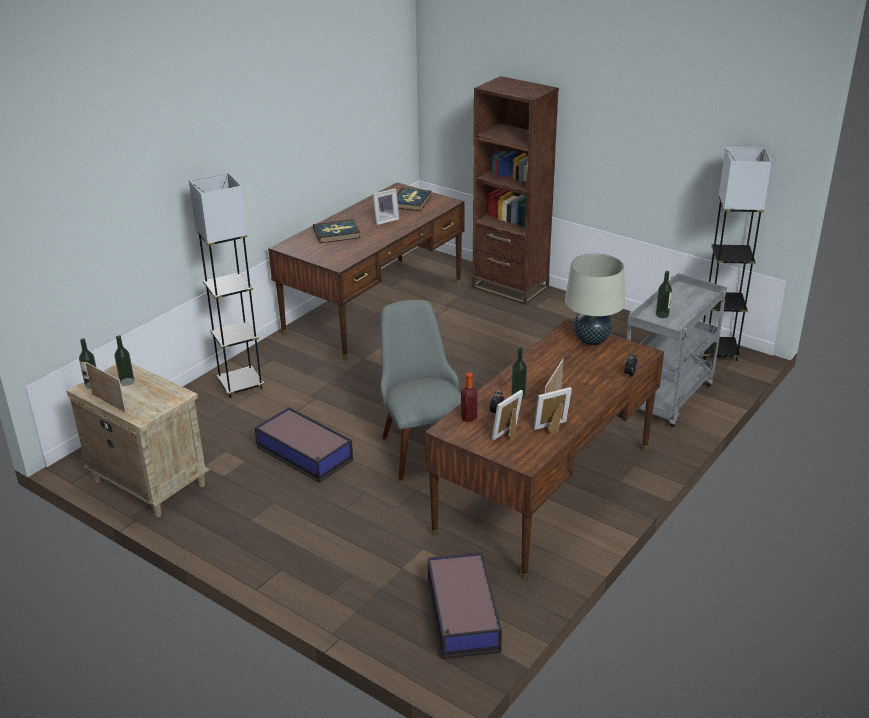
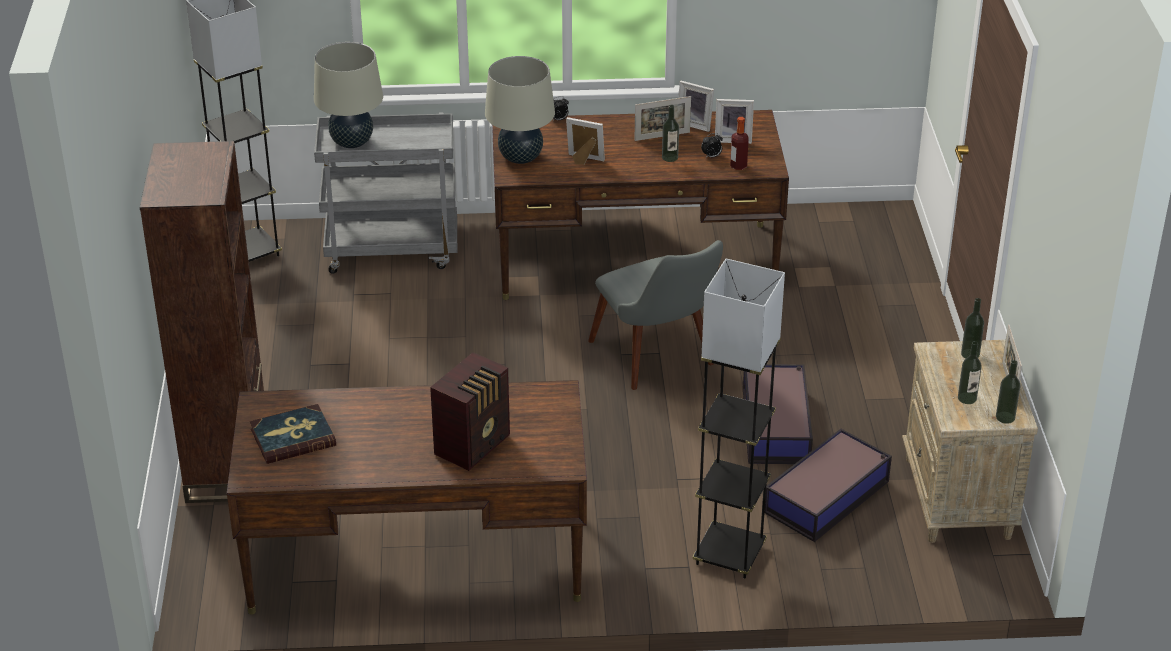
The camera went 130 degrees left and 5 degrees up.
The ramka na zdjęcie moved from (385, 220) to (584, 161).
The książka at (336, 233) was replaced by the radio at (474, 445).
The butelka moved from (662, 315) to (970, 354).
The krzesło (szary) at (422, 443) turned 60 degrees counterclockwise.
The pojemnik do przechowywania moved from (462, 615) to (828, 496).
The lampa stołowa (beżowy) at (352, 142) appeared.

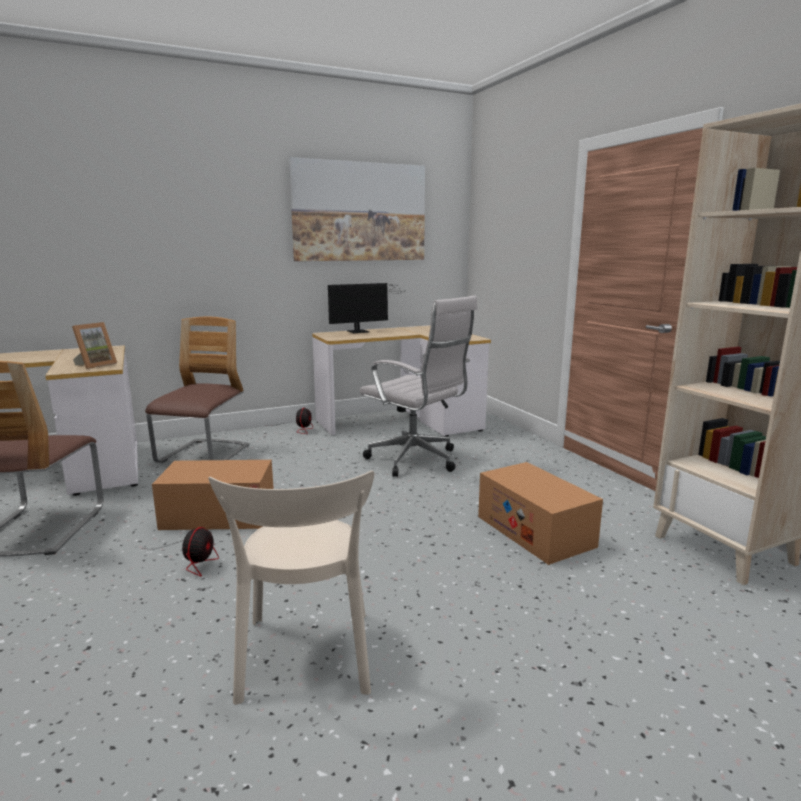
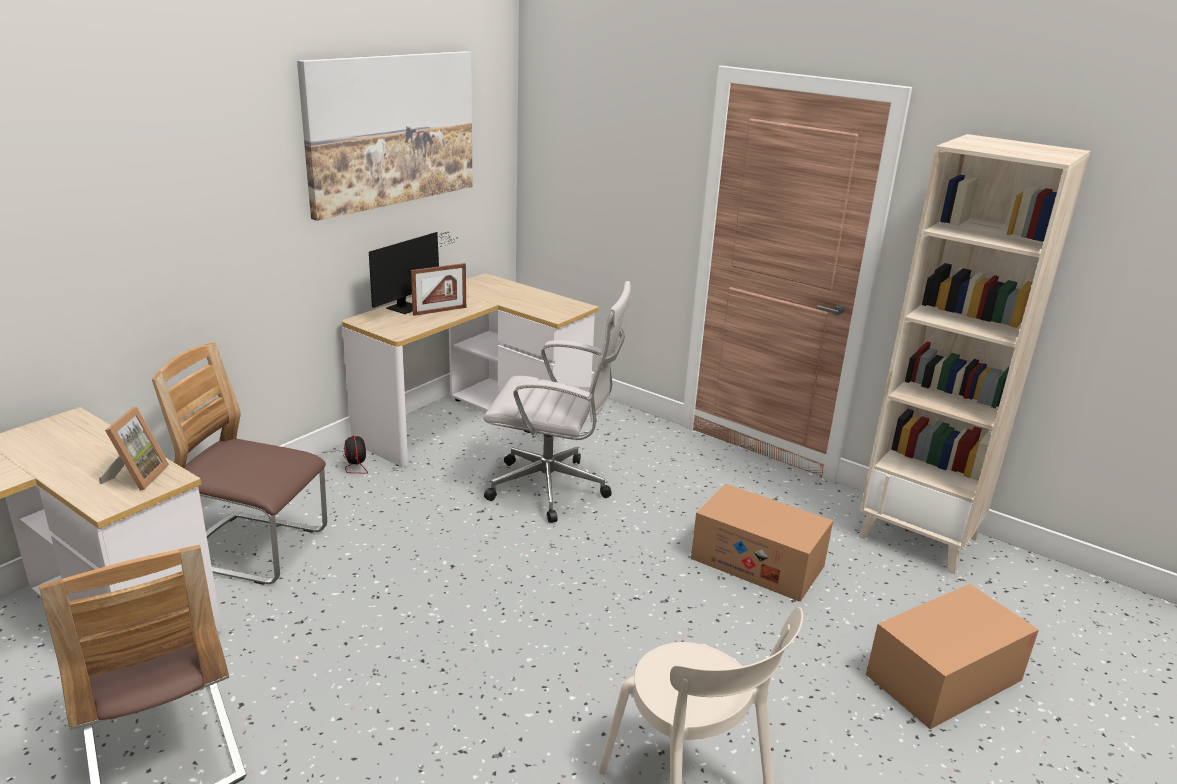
The camera went 30 degrees left and 10 degrees up.
The krzesło at (204, 455) turned 60 degrees counterclockwise.
The karton moved from (219, 515) to (944, 677).
The wentylator at (195, 559) disappeared.
The ramka na zdjęcie at (439, 311) appeared.

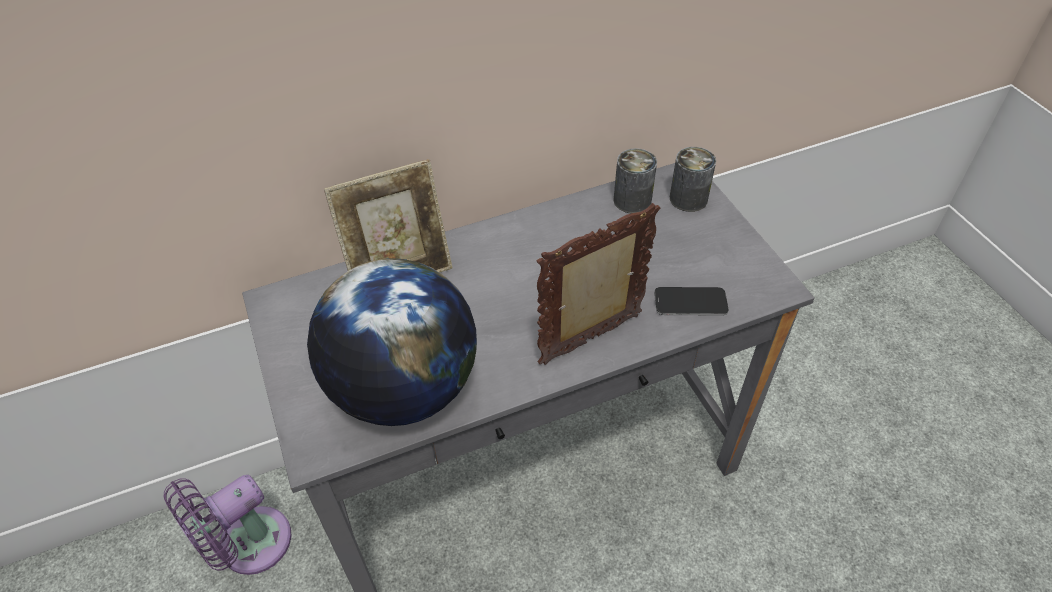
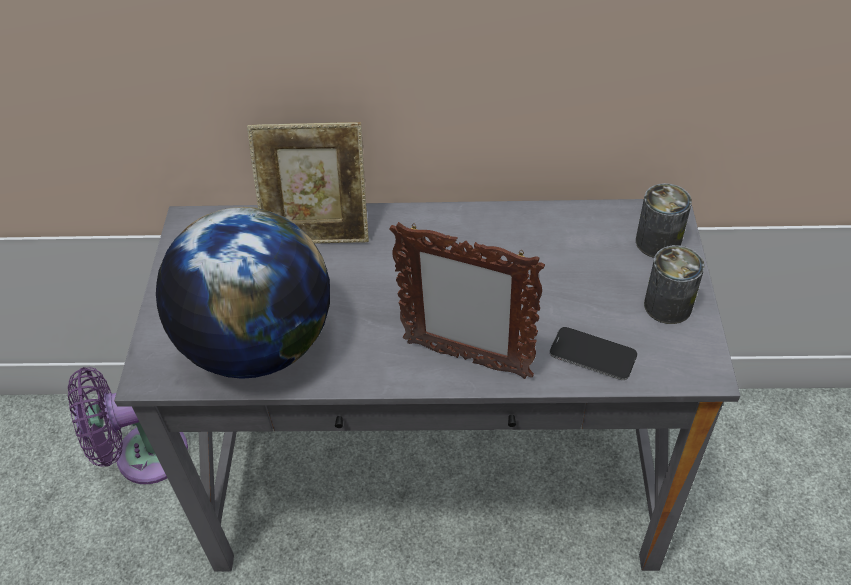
The camera went 25 degrees right and 0 degrees up.
The puszka moved from (632, 200) to (667, 305).
The ramka na zdjęcie at (592, 340) turned 150 degrees counterclockwise.

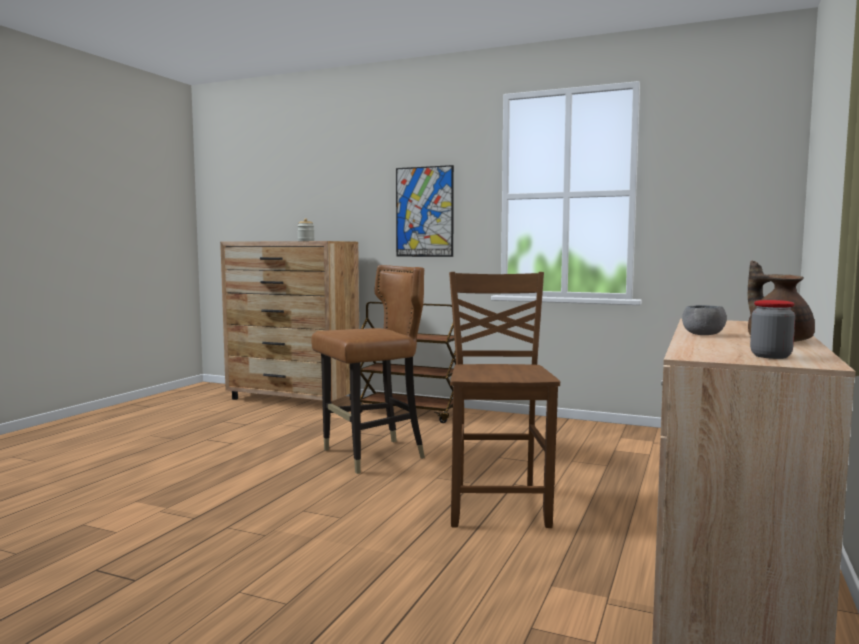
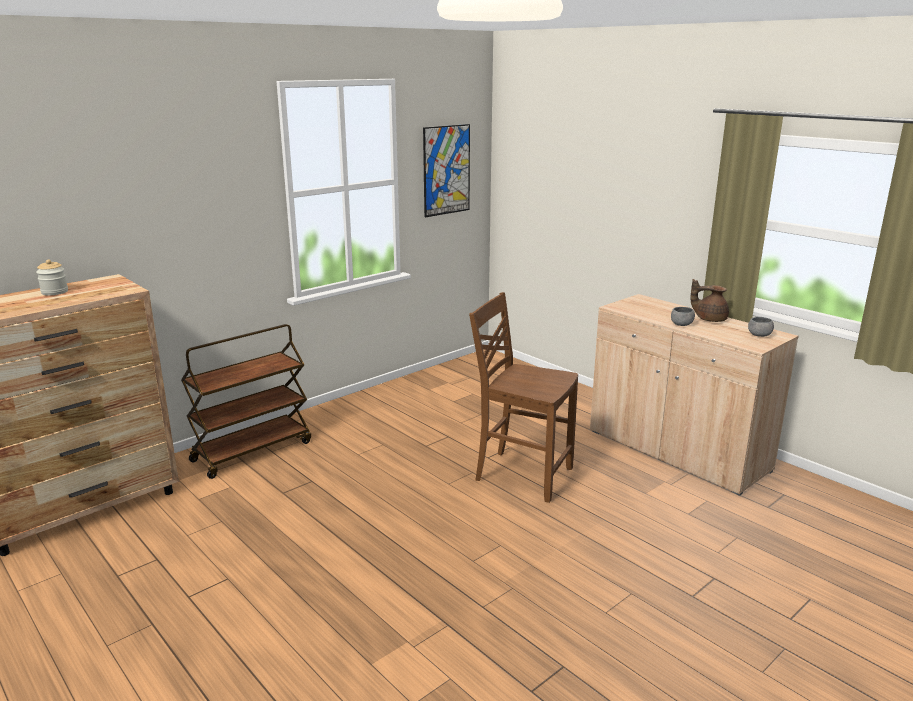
The camera went 65 degrees left and 15 degrees up.
The obraz moved from (424, 212) to (446, 170).
The krzesło (brązowy) at (372, 456) disappeared.
The słoik at (770, 356) was replaced by the miska (szary) at (759, 335).

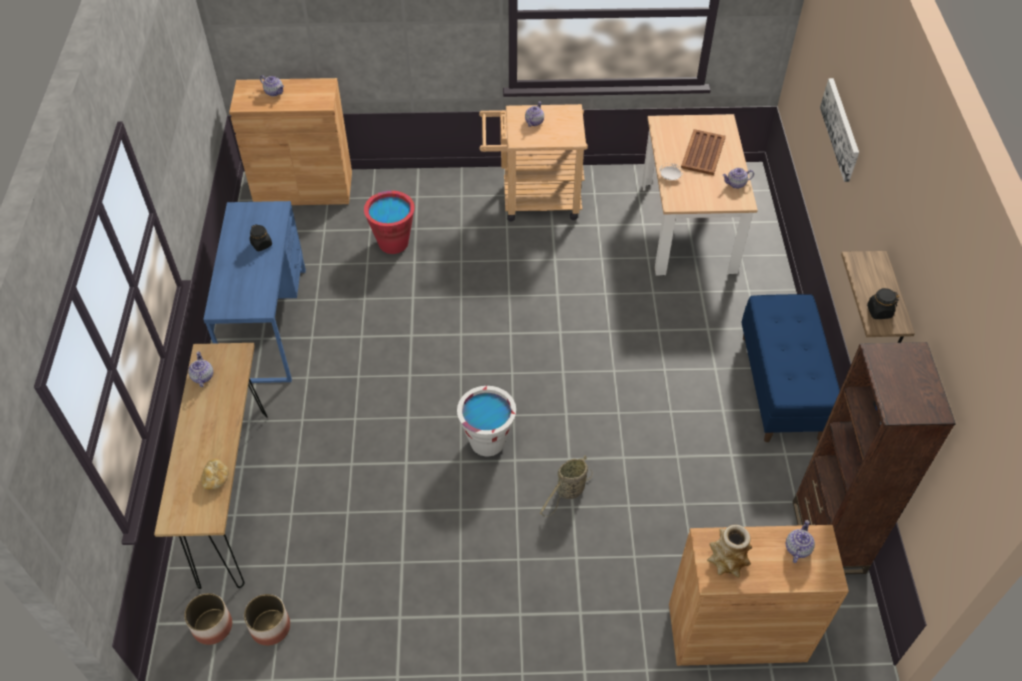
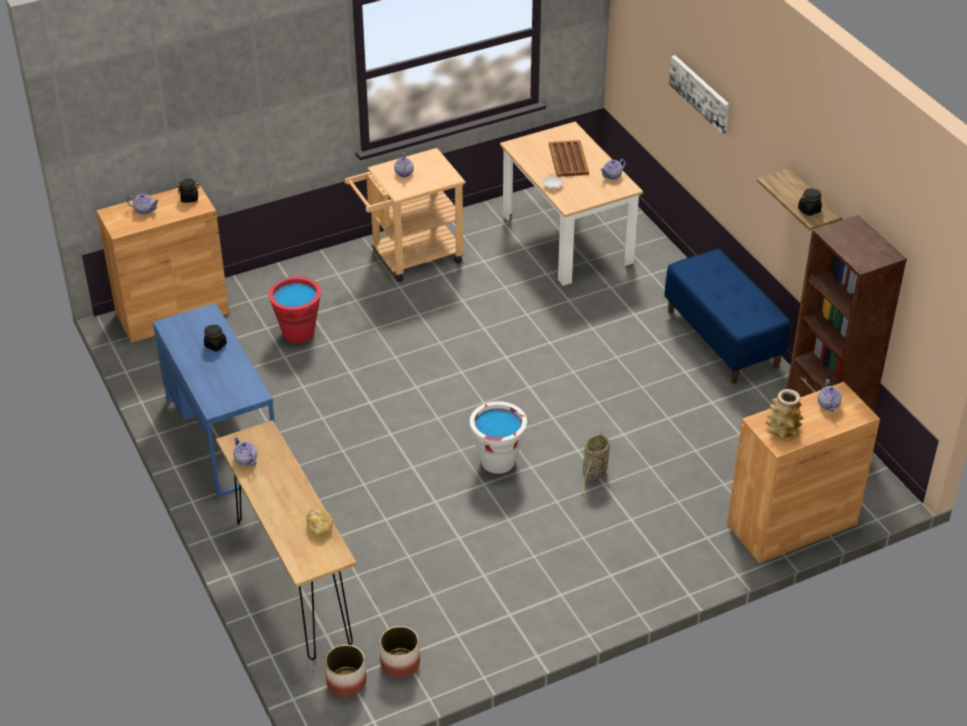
The camera went 25 degrees left and 10 degrees down.
The słoik (czarny) at (190, 198) appeared.

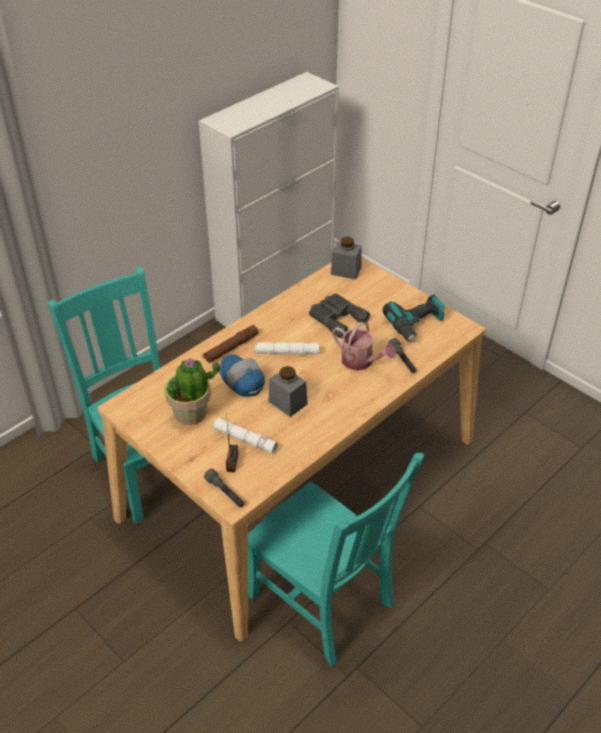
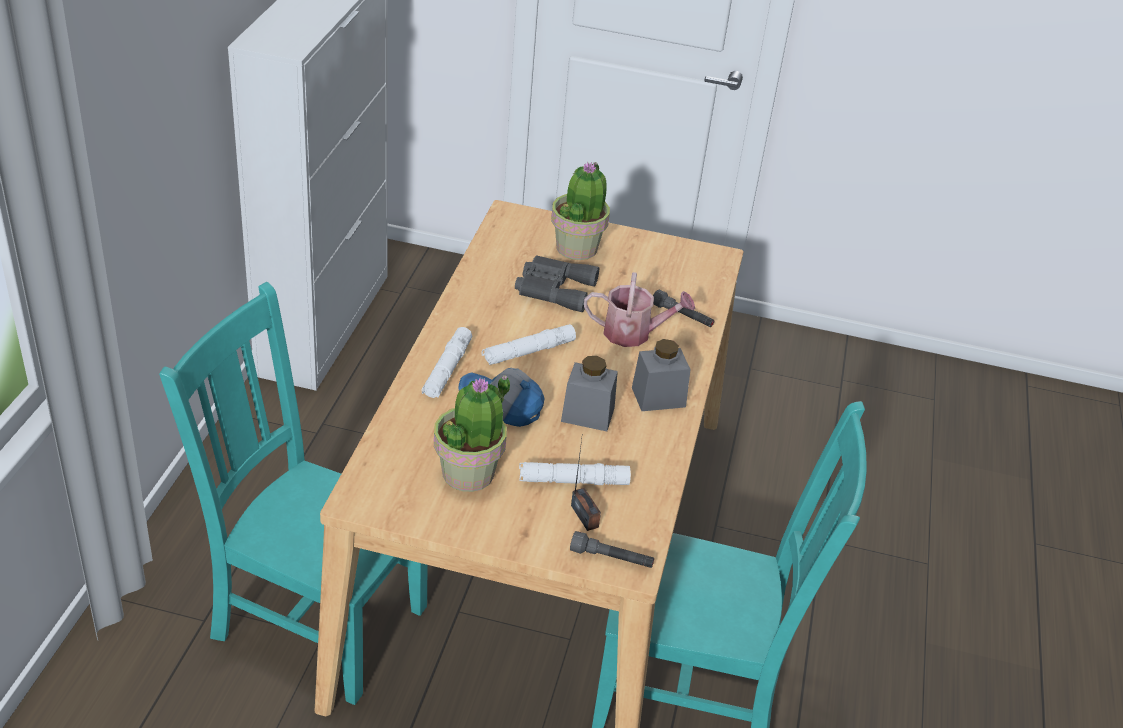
The camera went 35 degrees left and 5 degrees down.
The słoik (szary) moved from (346, 271) to (658, 397).
The wiertarka at (416, 325) disappeared.
The latarka (brązowy) at (231, 348) became the latarka (biały) at (447, 370).
The roślina doniczkowa at (577, 248) appeared.

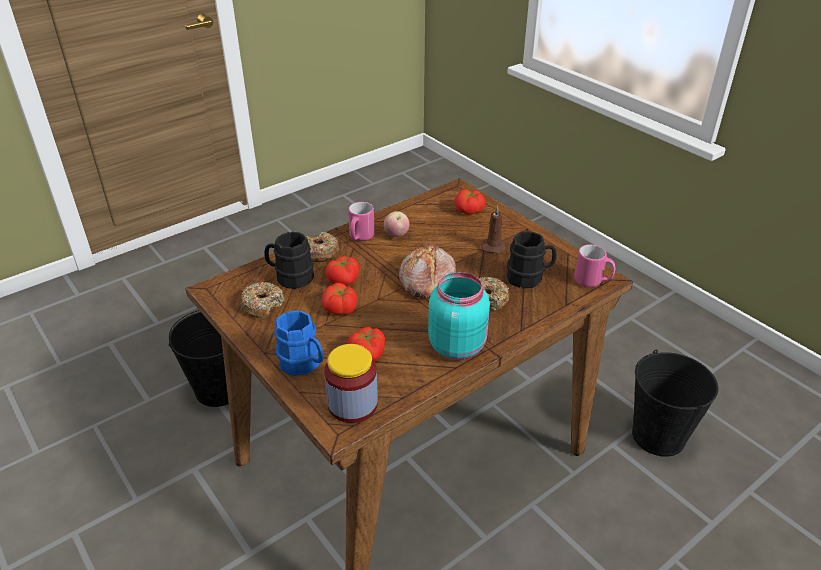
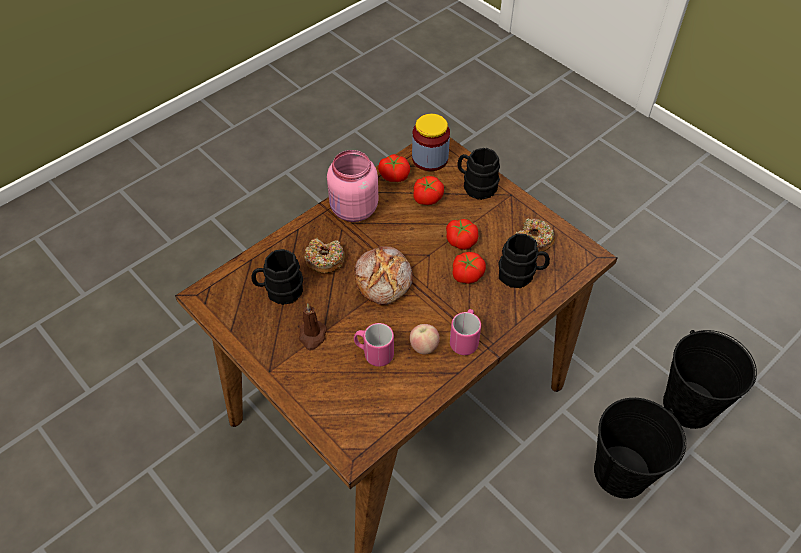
The camera went 175 degrees right and 15 degrees up.
The pomidor moved from (469, 211) to (394, 175).
The donut at (319, 252) disappeared.
The kubek (różowy) moved from (592, 281) to (373, 353).
The słoik (turkusowy) at (458, 345) became the słoik (różowy) at (353, 210).
The kubek (niebieski) at (303, 364) became the kubek (czarny) at (476, 186).
The wiadro (czarny) moved from (658, 435) to (688, 405).

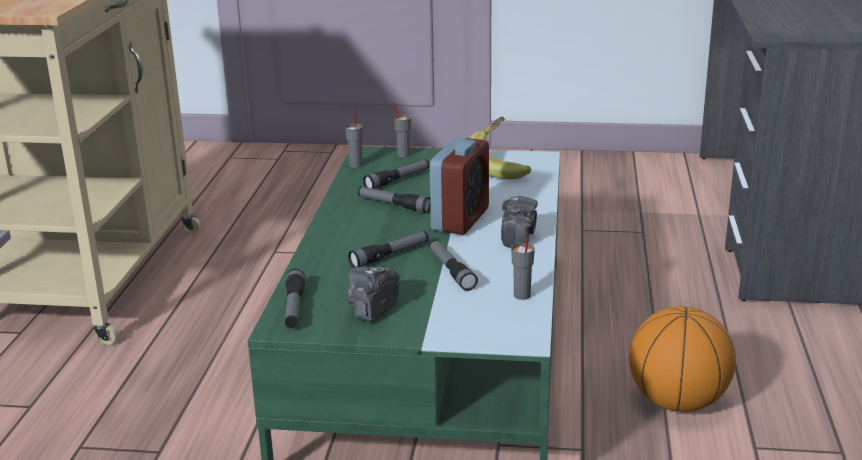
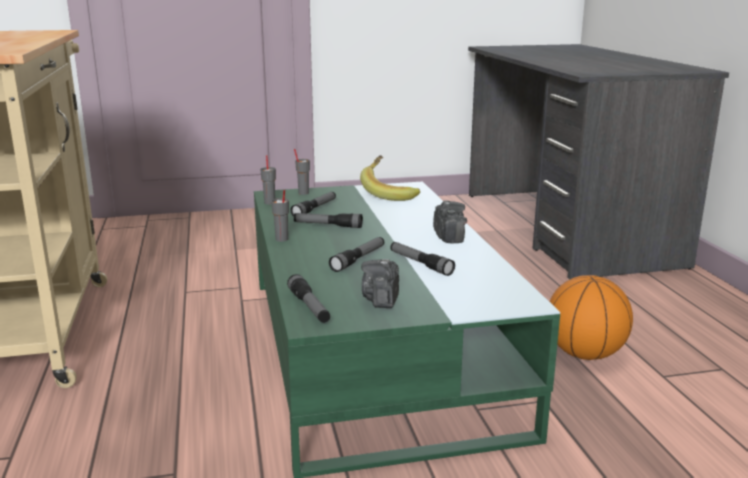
The camera went 20 degrees left and 5 degrees down.
The budzik at (460, 219) disappeared.
The filiżanka (szary) moved from (521, 296) to (281, 239).

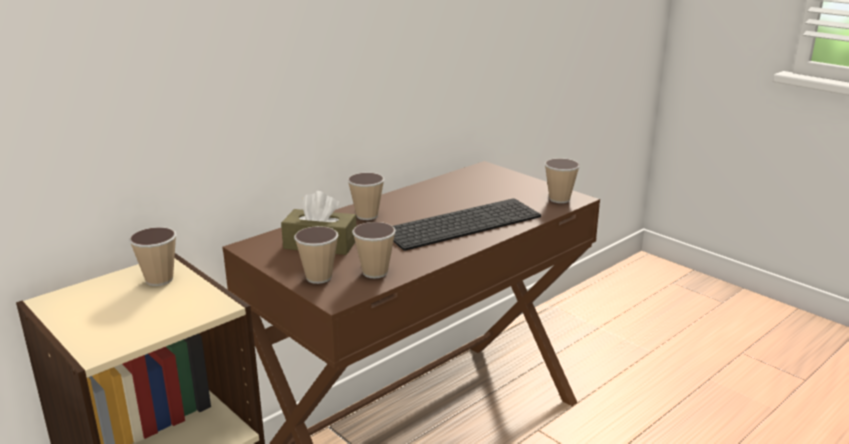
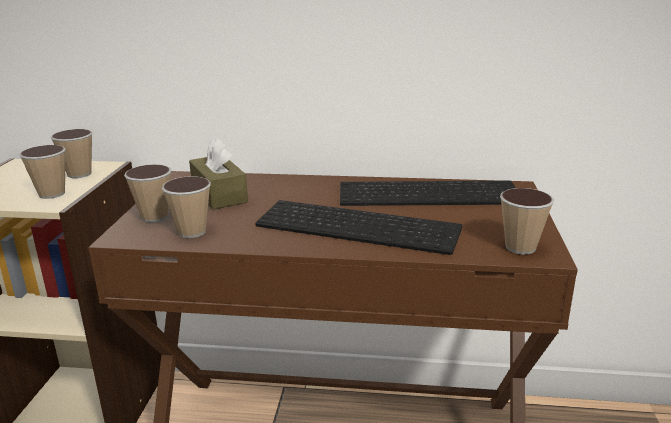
The camera went 50 degrees right and 0 degrees up.
The filiżanka moved from (367, 215) to (52, 194).
The klawiatura at (429, 193) appeared.

